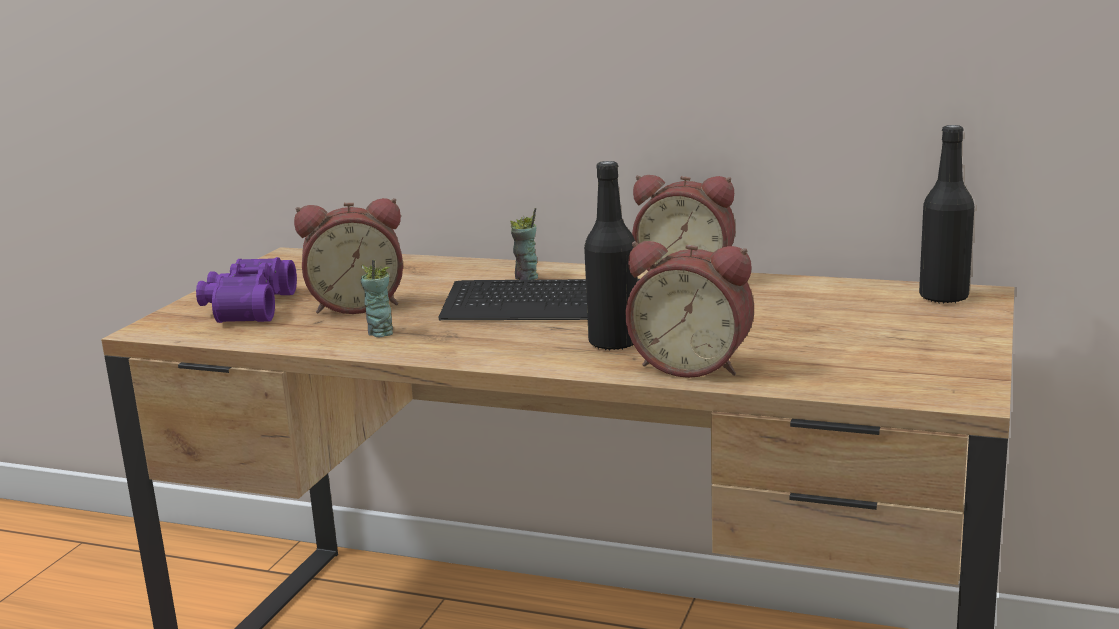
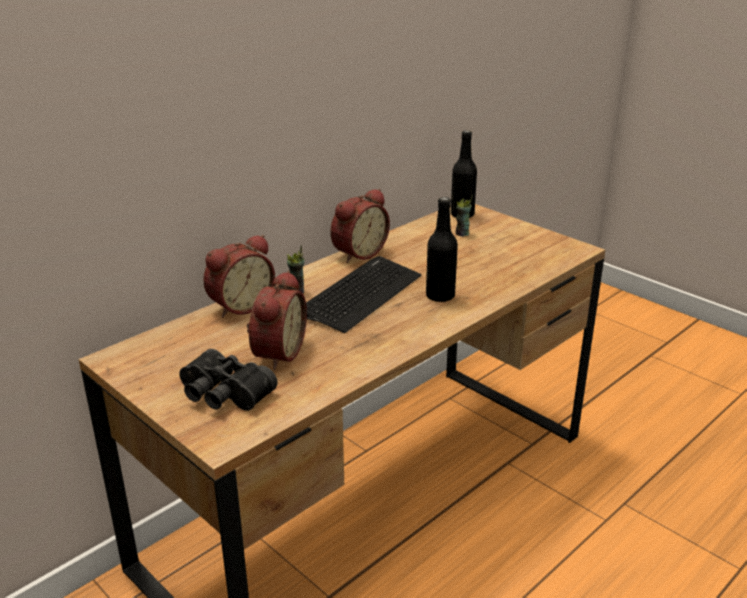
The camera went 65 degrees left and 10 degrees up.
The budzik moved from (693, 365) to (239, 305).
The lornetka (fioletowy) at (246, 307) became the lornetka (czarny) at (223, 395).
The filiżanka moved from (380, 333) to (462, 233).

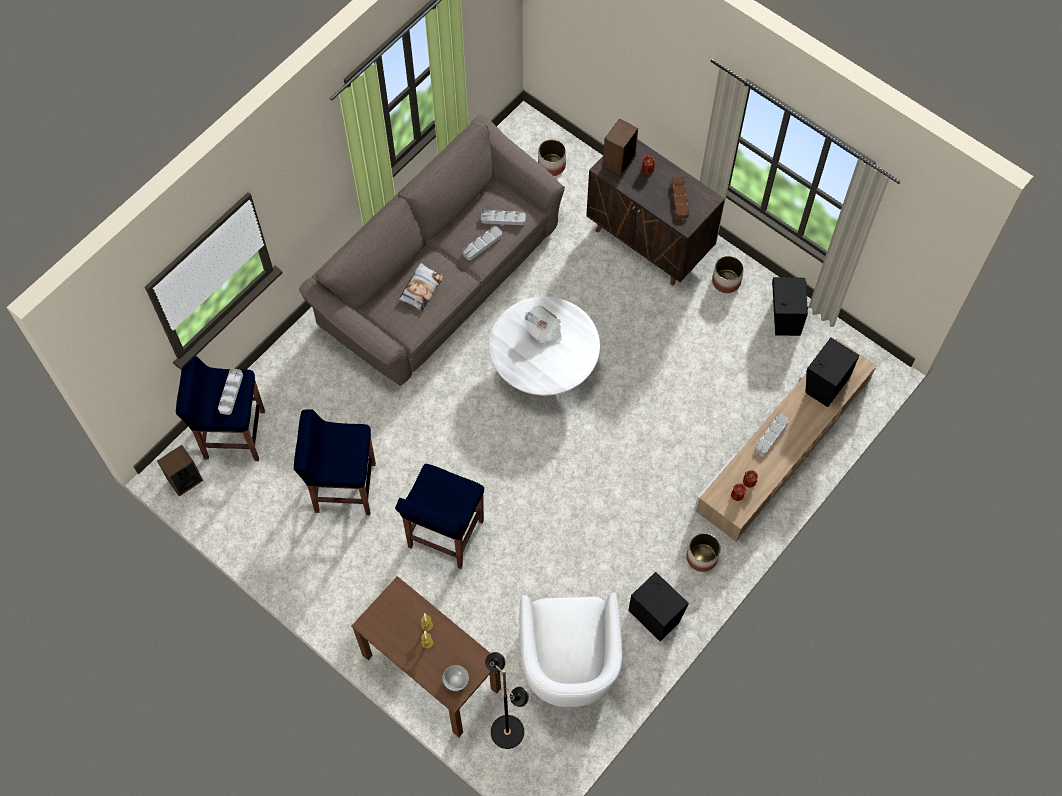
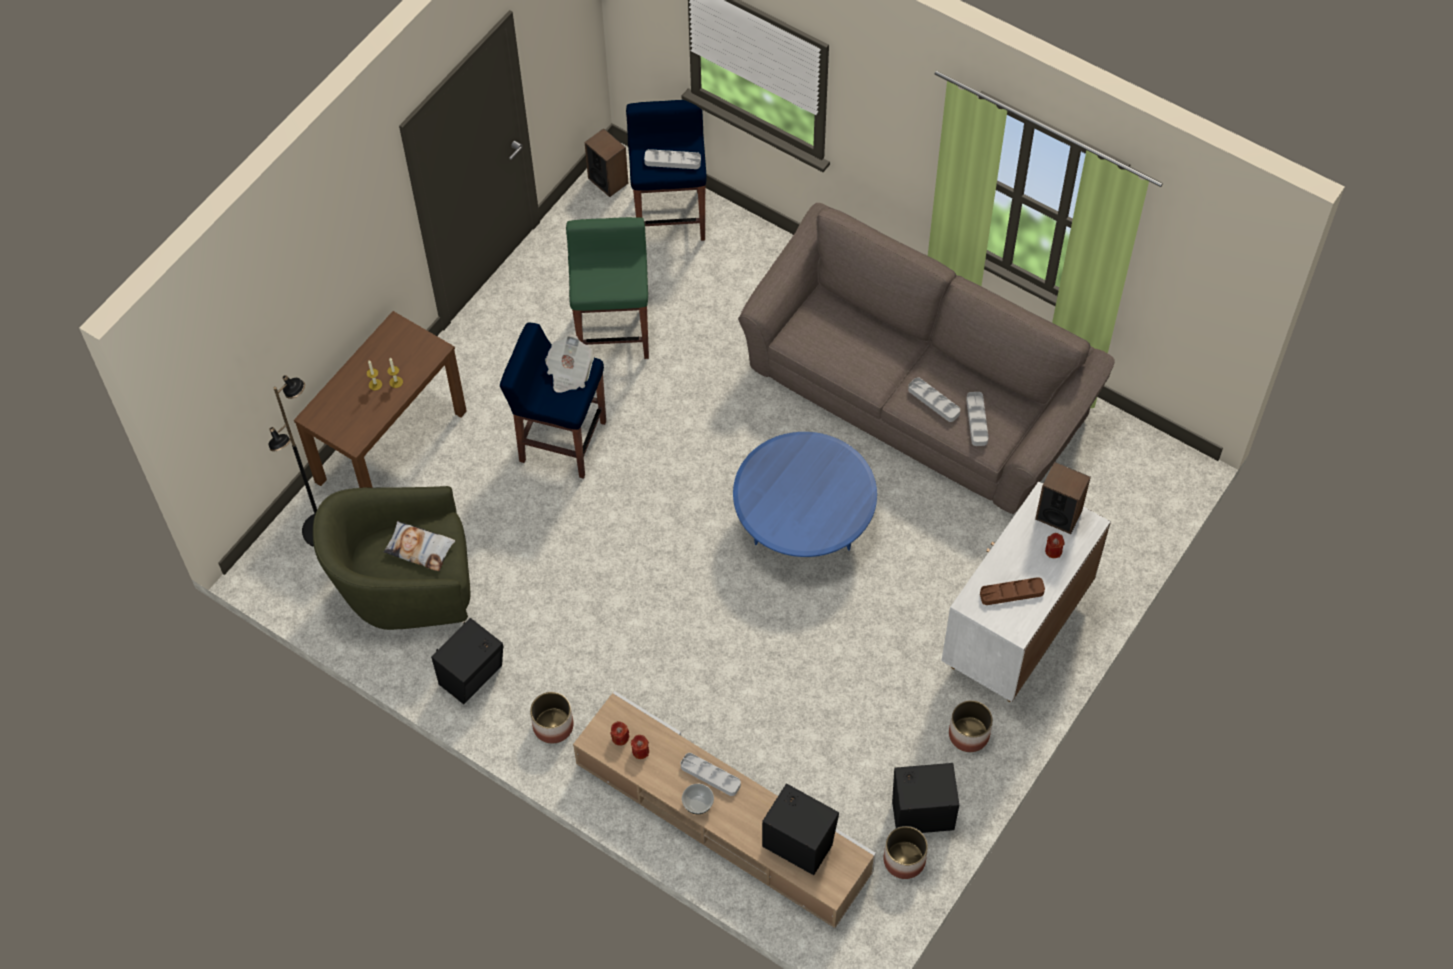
The camera went 85 degrees right and 5 degrees down.
The donica moved from (552, 165) to (904, 860).
The szafka (brązowy) at (649, 242) became the szafka (biały) at (1015, 633).
The poduszka moved from (421, 289) to (420, 548).
The ława (biały) at (544, 366) became the ława (niebieski) at (803, 523).
The gazeta moved from (544, 330) to (569, 372).
The stołek (niebieski) at (344, 487) became the stołek (zielony) at (614, 331).
The fotel (biały) at (569, 664) became the fotel (zielony) at (405, 586).
The miska moved from (456, 681) to (697, 803).

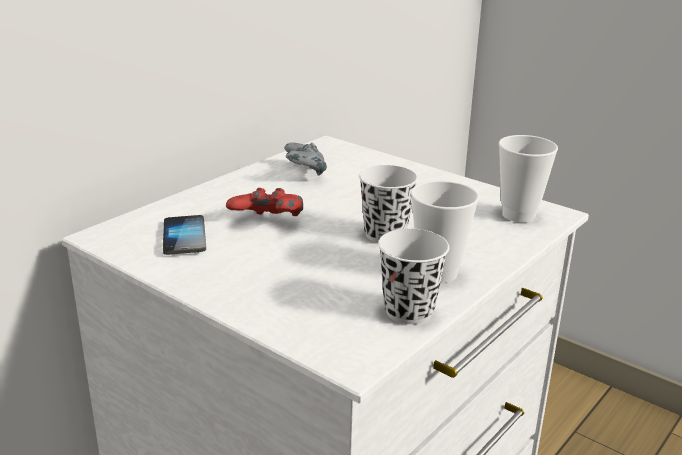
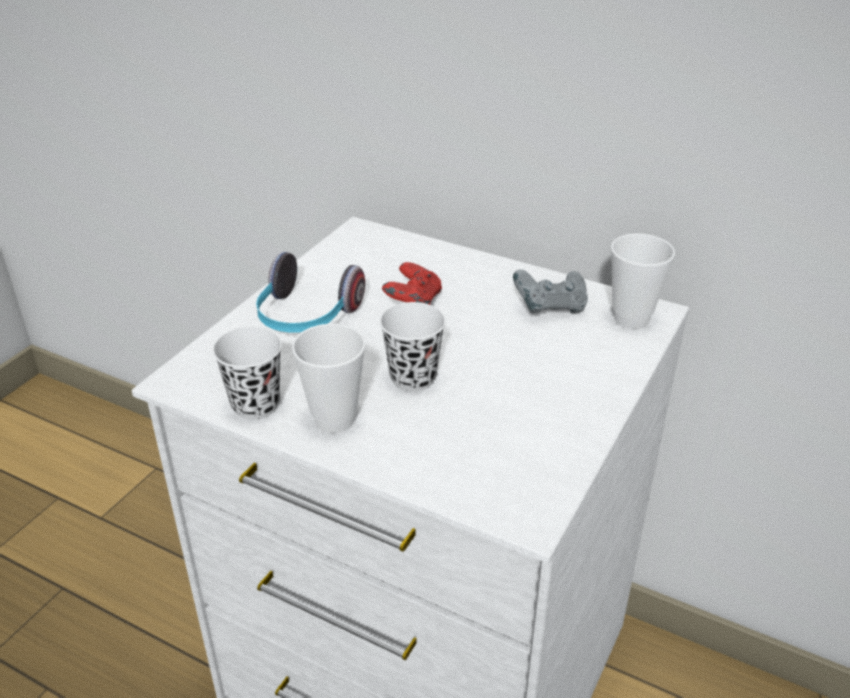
The camera went 80 degrees right and 10 degrees up.
The filiżanka moved from (518, 215) to (631, 318).
The telefon at (184, 237) disappeared.
The słuchawki at (306, 317) appeared.

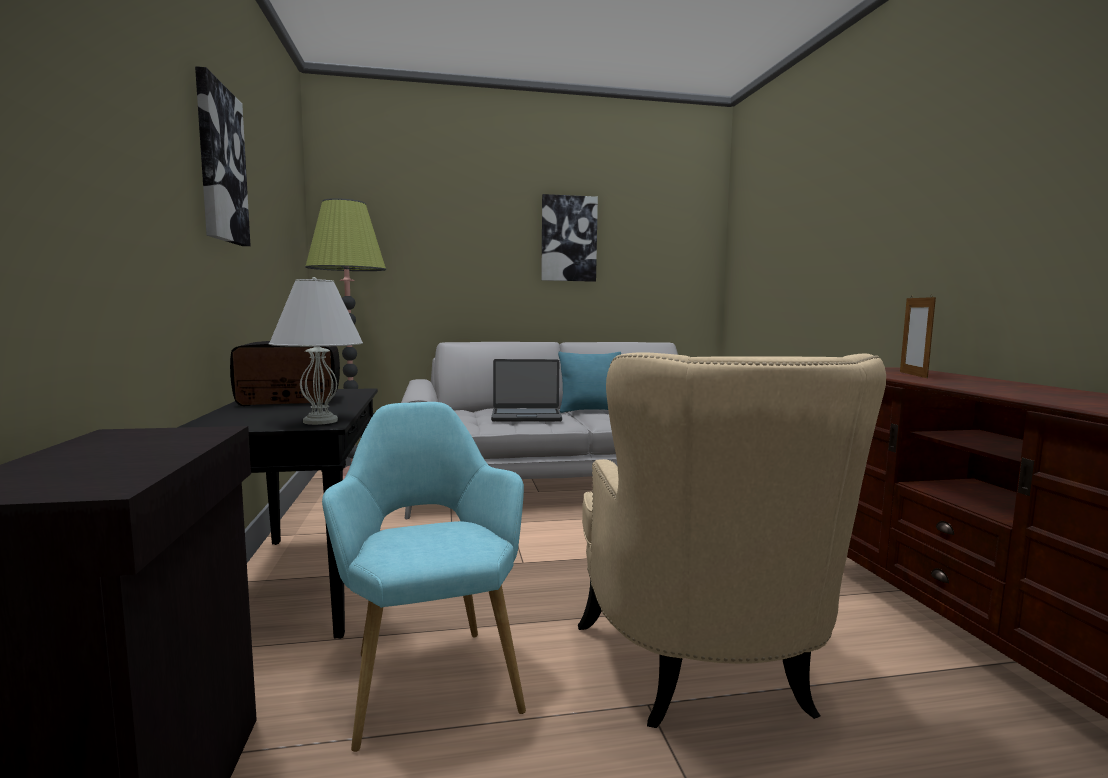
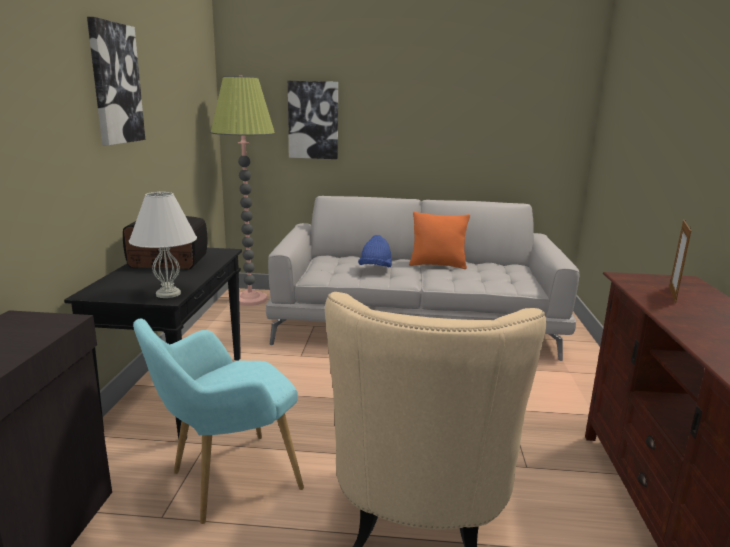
The camera went 15 degrees right and 10 degrees up.
The obraz moved from (568, 239) to (313, 120).
The poduszka (turkusowy) at (590, 411) became the poduszka (pomarańczowy) at (437, 265).
The laptop at (526, 416) was replaced by the kapelusz (niebieski) at (375, 269).
The fotel (turkusowy) at (429, 675) turned 120 degrees counterclockwise.

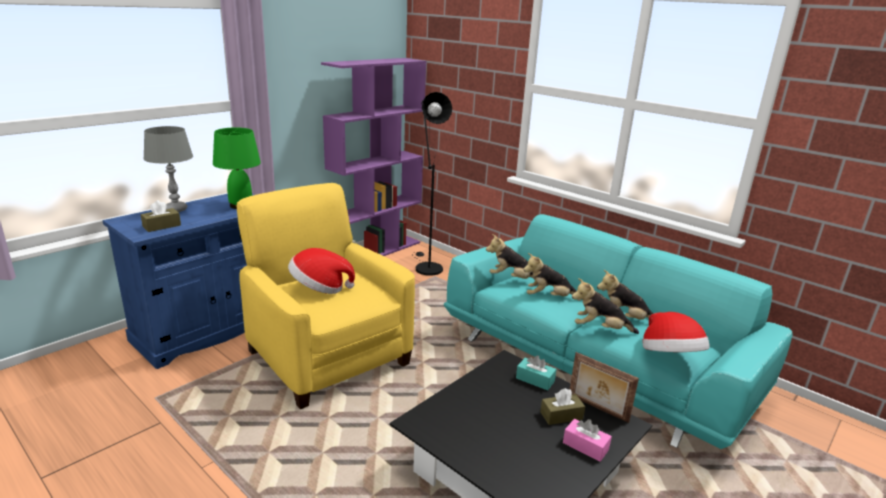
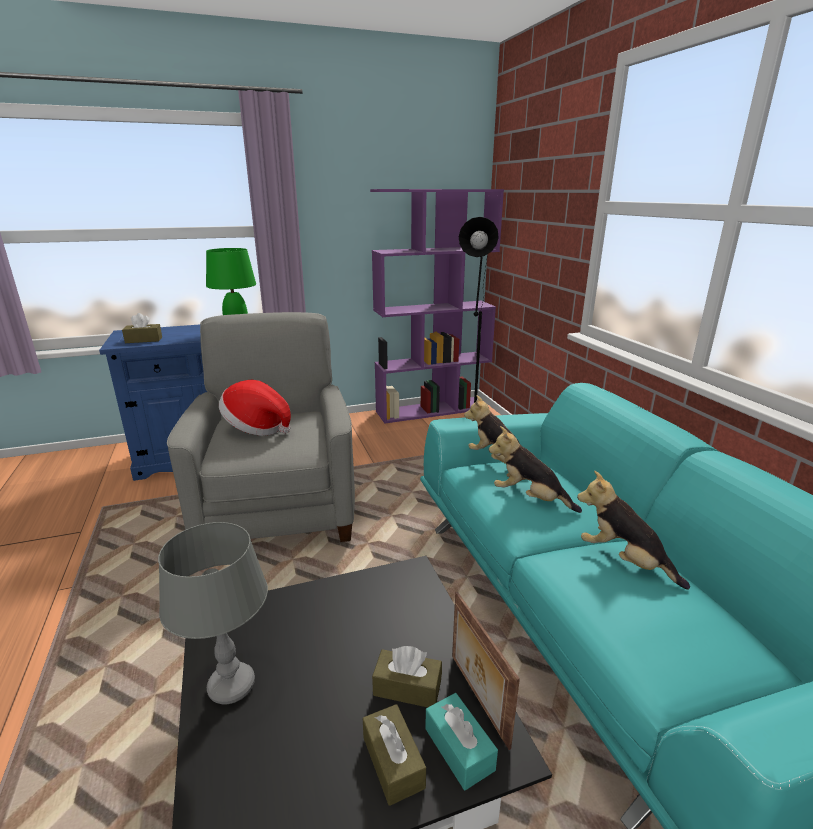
The camera went 30 degrees right and 0 degrees up.
The lampa stołowa (szary) moved from (176, 209) to (231, 687).
The fotel (żółty) at (327, 356) became the fotel (szary) at (278, 508).
The pluszak at (600, 329) disappeared.
The kapelusz at (670, 357) disappeared.
The pudełko chusteczek (turkusowy) moved from (535, 380) to (459, 749).
The pudełko chusteczek (różowy) at (585, 446) became the pudełko chusteczek (brązowy) at (393, 762).

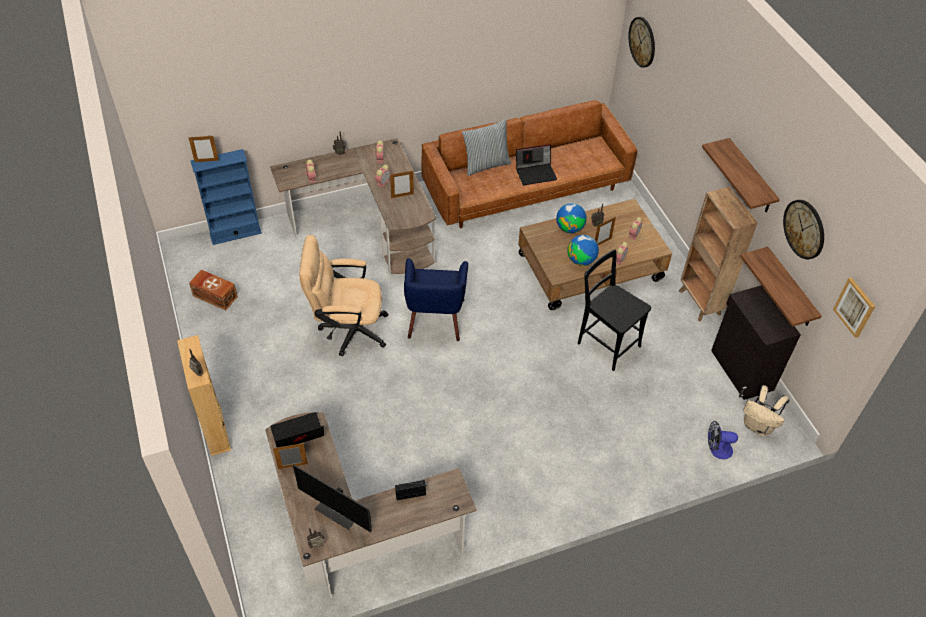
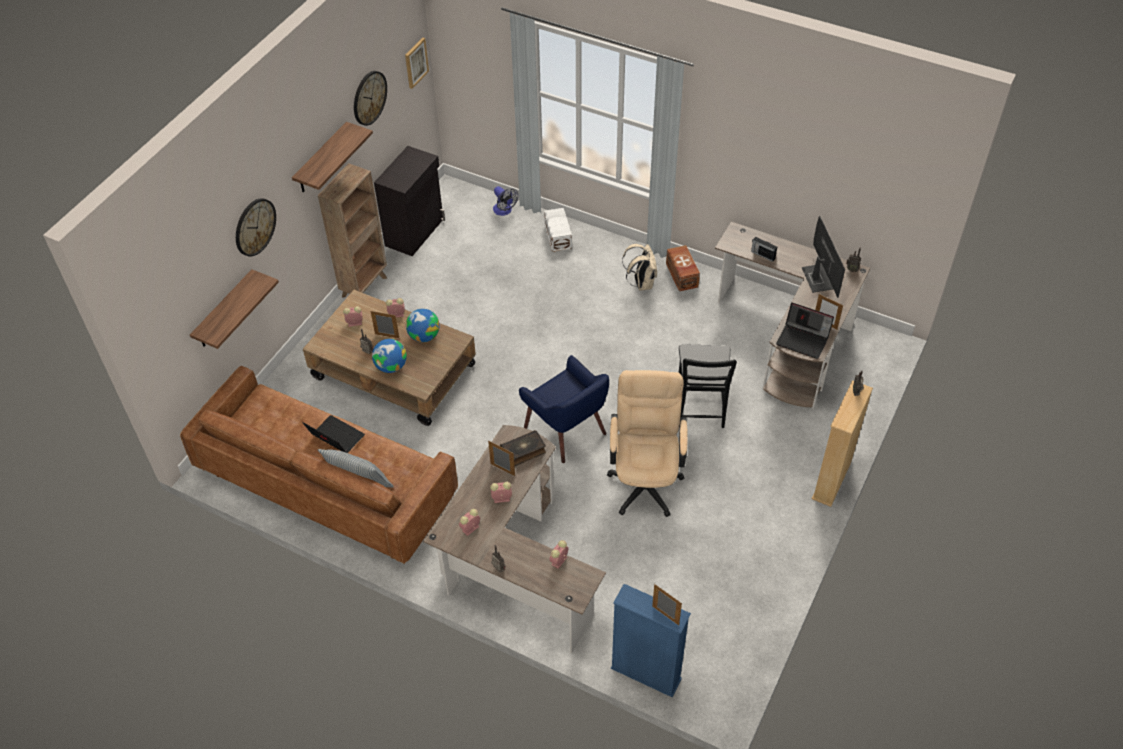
The camera went 130 degrees left and 0 degrees up.
The zegar ścienny moved from (642, 42) to (254, 227).
The krzesło biurowe (beżowy) at (347, 329) turned 135 degrees counterclockwise.
The półka moved from (790, 289) to (224, 310).
The krzesło (czarny) moved from (606, 342) to (700, 410).
The fotel (niebieski) at (435, 319) turned 90 degrees clockwise.
The pojemnik do przechowywania (brązowy) moved from (215, 295) to (681, 275).
The plecak (beżowy) moved from (758, 426) to (641, 283).
The pojemnik do przechowywania (biały) at (558, 236) appeared.
The książka at (523, 452) appeared.

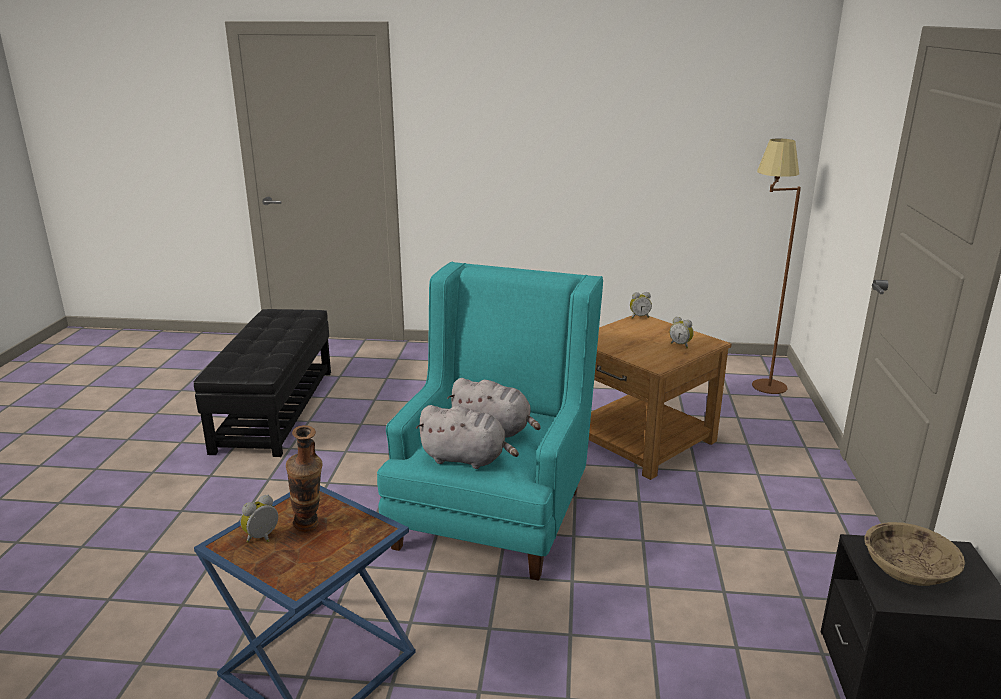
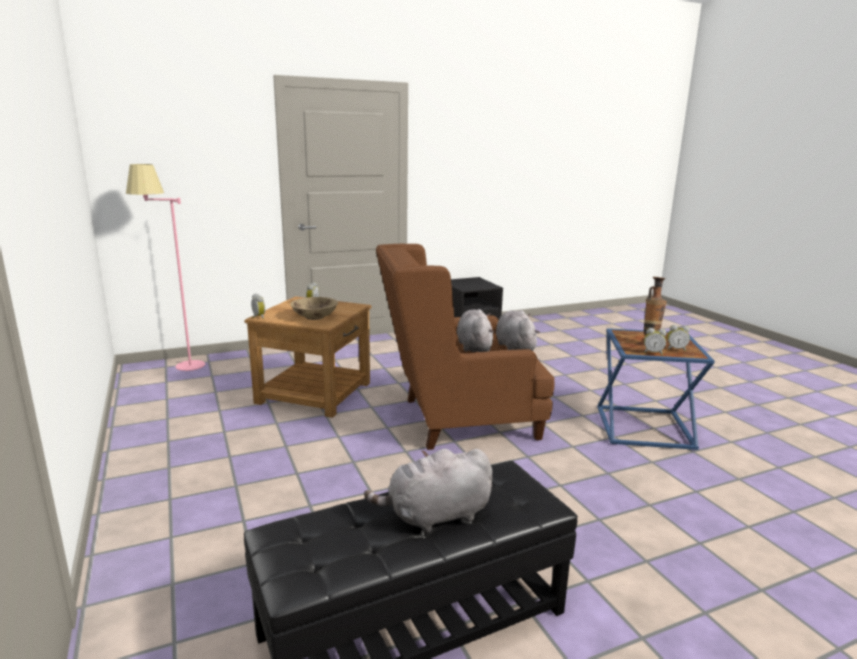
The camera went 120 degrees left and 5 degrees down.
The lampa stojąca (brązowy) at (757, 380) became the lampa stojąca (różowy) at (179, 369).
The fotel (turkusowy) at (495, 508) became the fotel (brązowy) at (457, 420).
The miska (beżowy) moved from (907, 572) to (314, 317).
The budzik at (653, 353) appeared.
The pluszak (szary) at (435, 516) appeared.

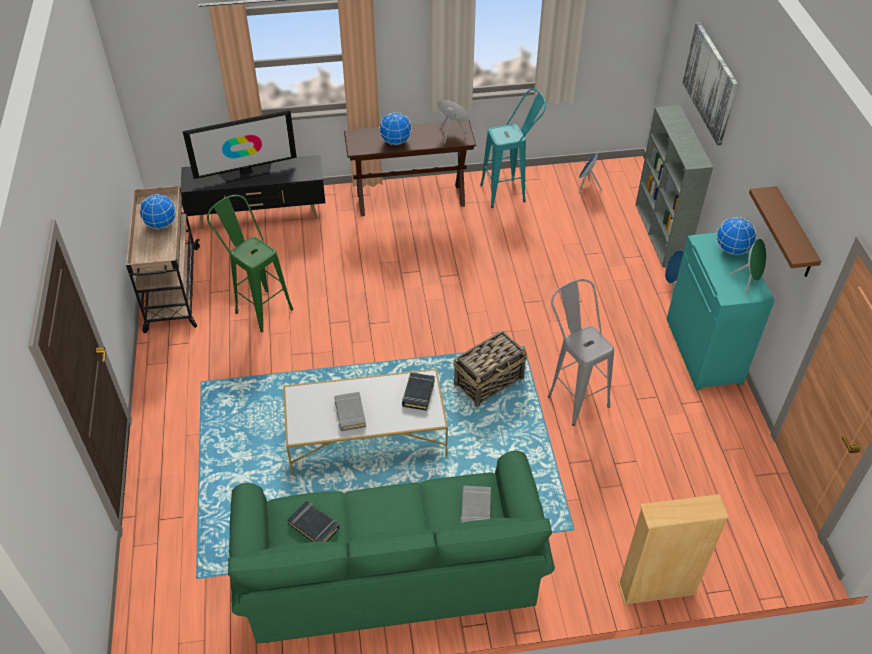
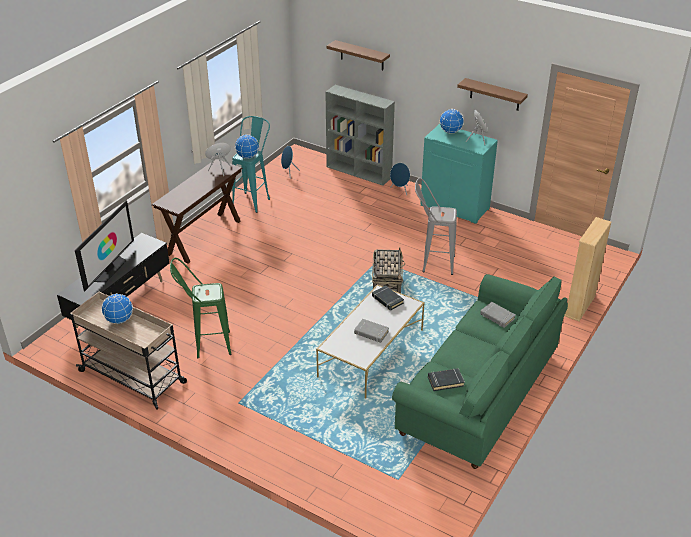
The camera went 50 degrees left and 10 degrees down.
The obraz at (710, 83) was replaced by the półka (brązowy) at (362, 55).
The globus moved from (396, 142) to (247, 157).

